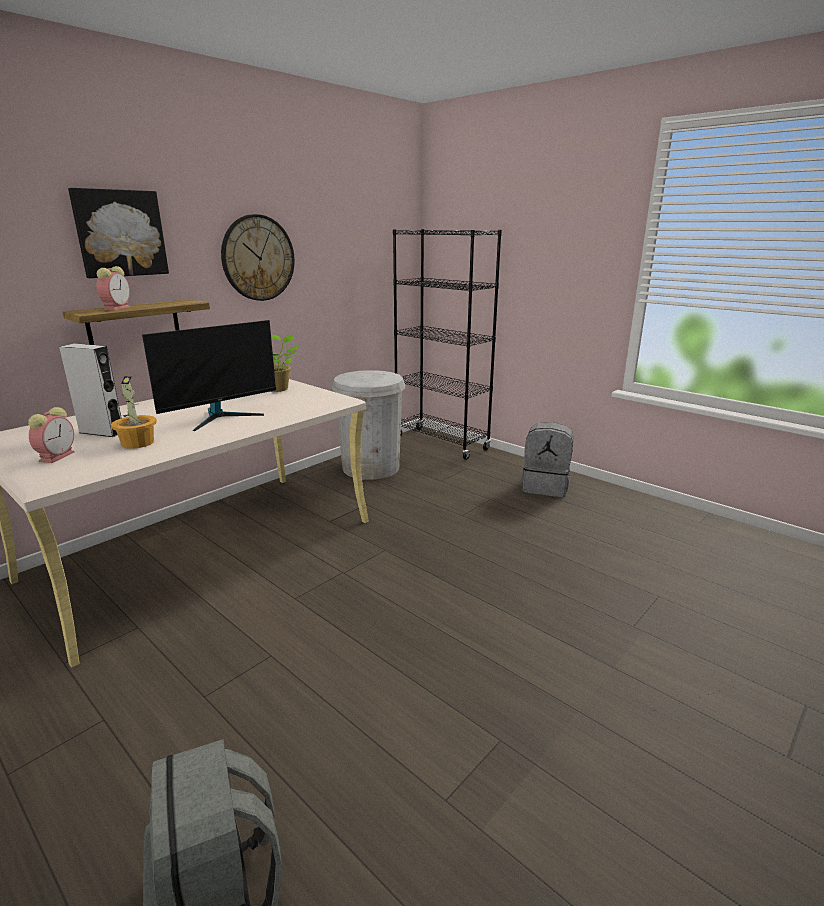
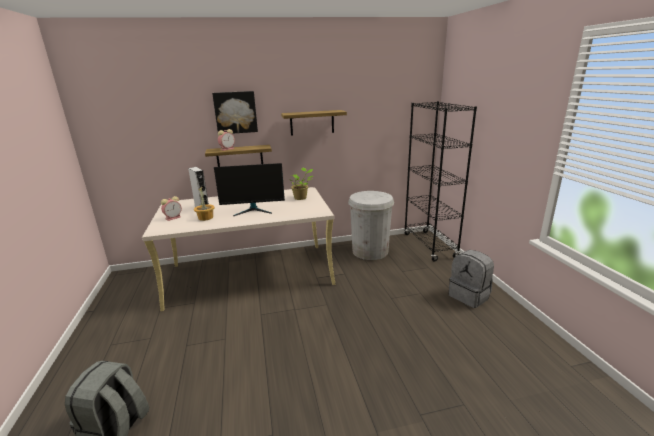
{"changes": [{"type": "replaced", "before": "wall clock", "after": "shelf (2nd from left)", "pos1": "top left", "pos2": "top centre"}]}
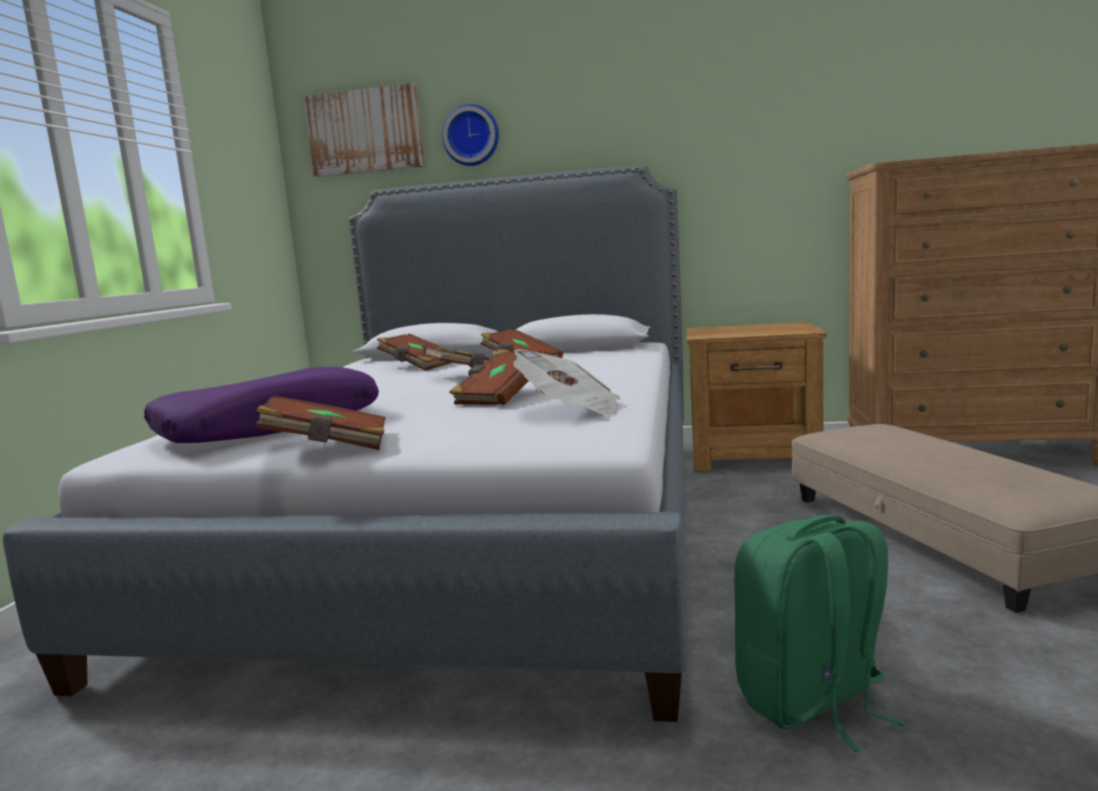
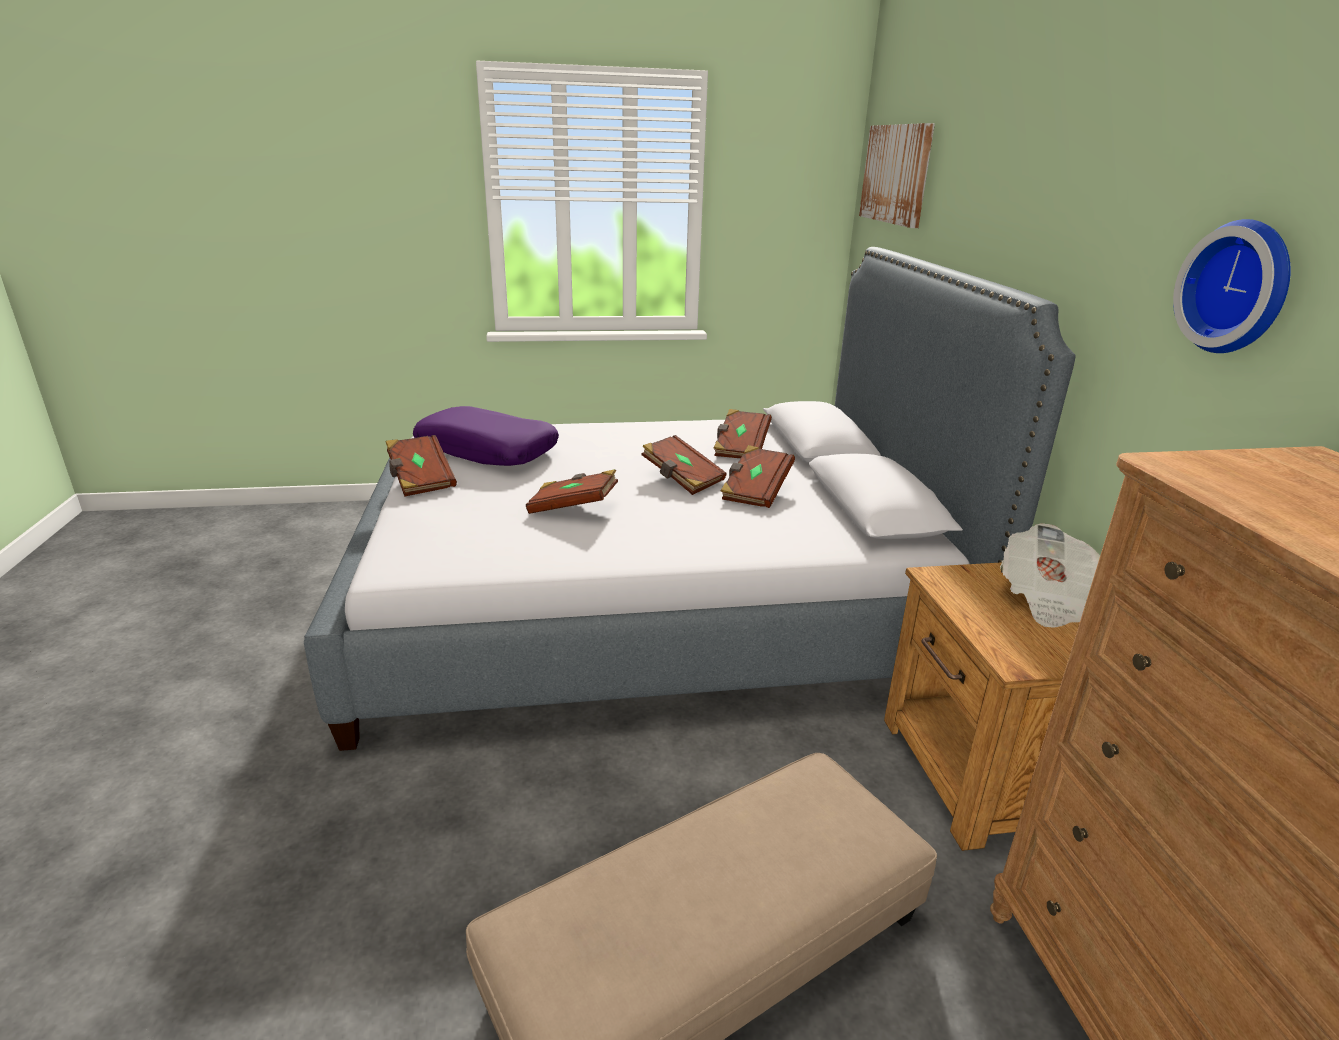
{"changes": [{"type": "moved", "before": "newspaper", "pos1": "centre", "pos2": "middle right"}, {"type": "moved", "before": "wall clock", "pos1": "top centre", "pos2": "top right"}, {"type": "removed", "before": "backpack (green)", "pos1": "bottom right"}]}
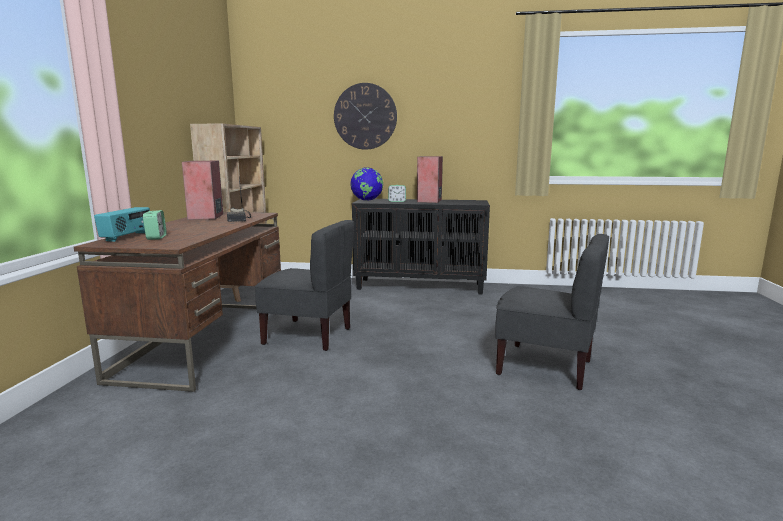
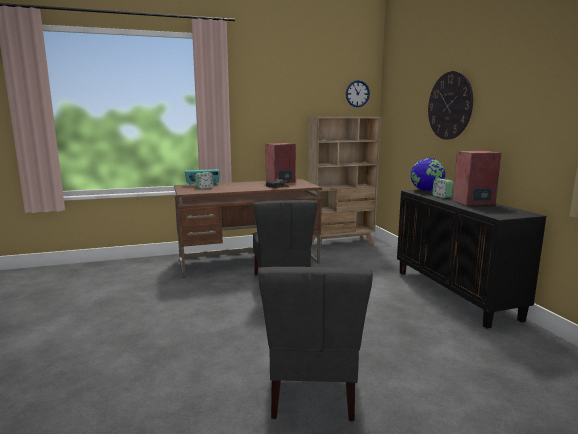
{"changes": [{"type": "added", "after": "wall clock (1st from left)", "pos2": "top centre"}]}
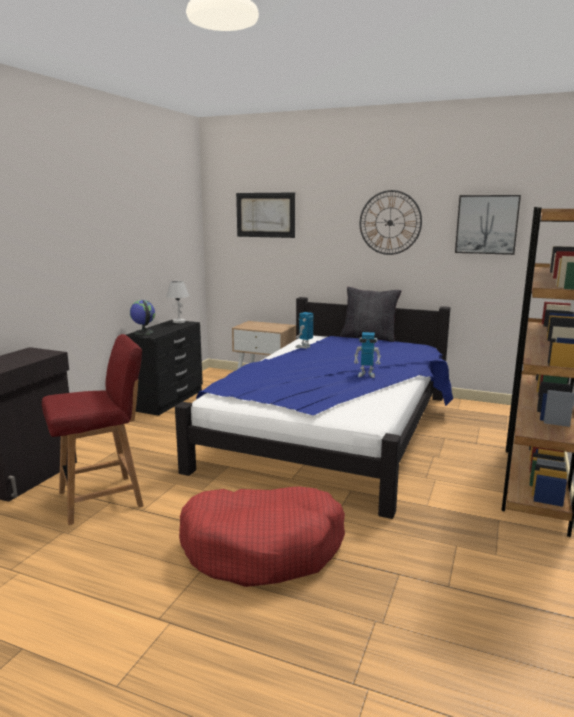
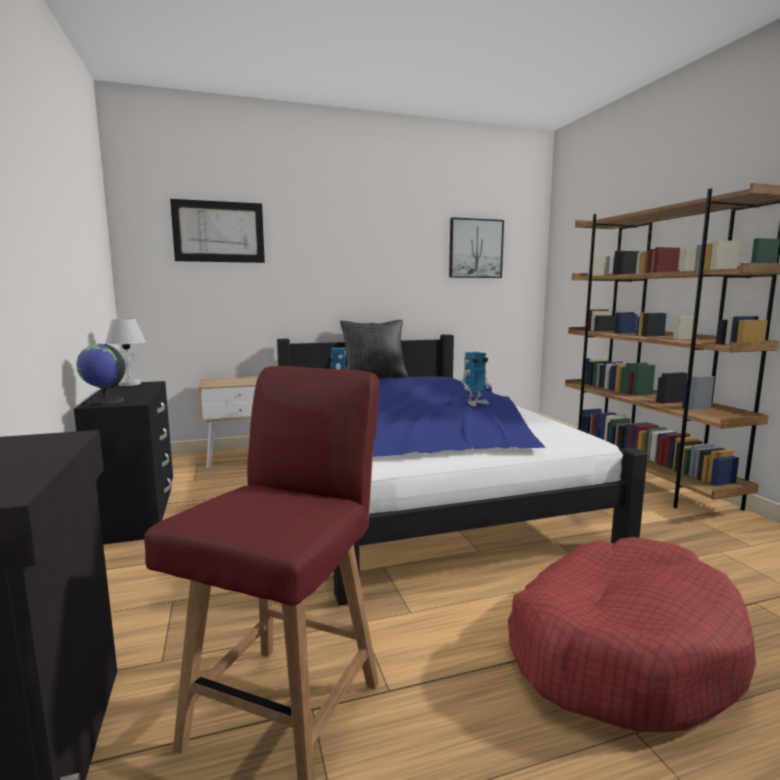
{"changes": [{"type": "removed", "before": "wall clock", "pos1": "top right"}]}
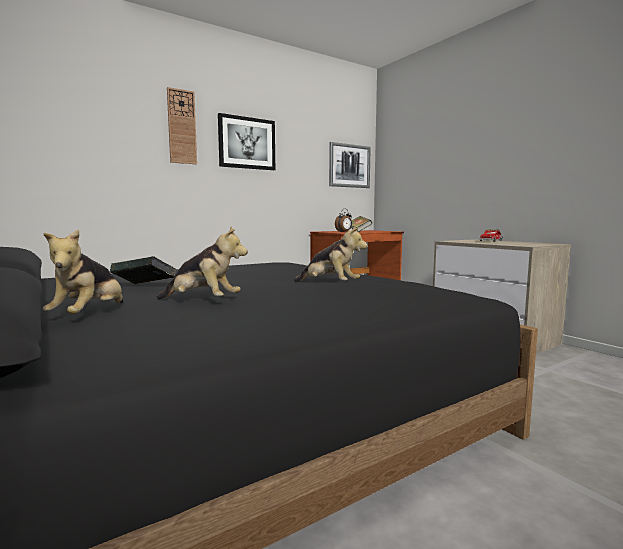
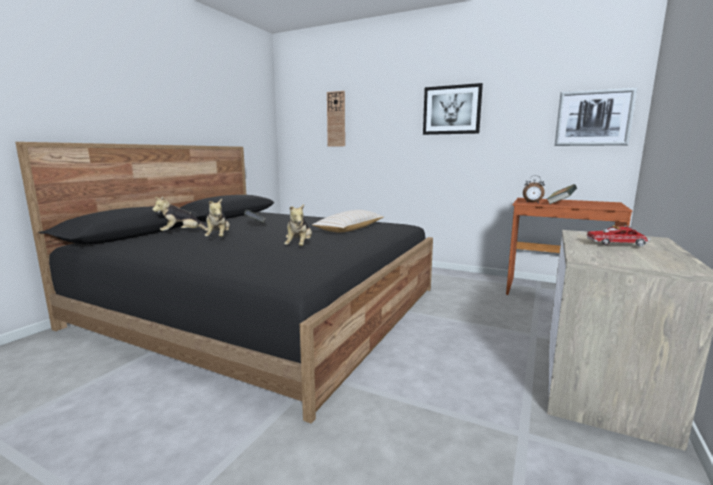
{"changes": [{"type": "added", "after": "pillow (beige)", "pos2": "centre"}, {"type": "moved", "before": "wall clock", "pos1": "top left", "pos2": "top centre"}]}
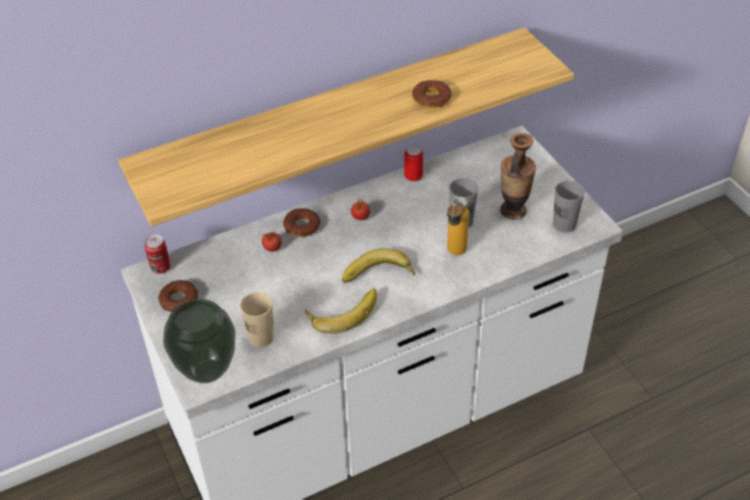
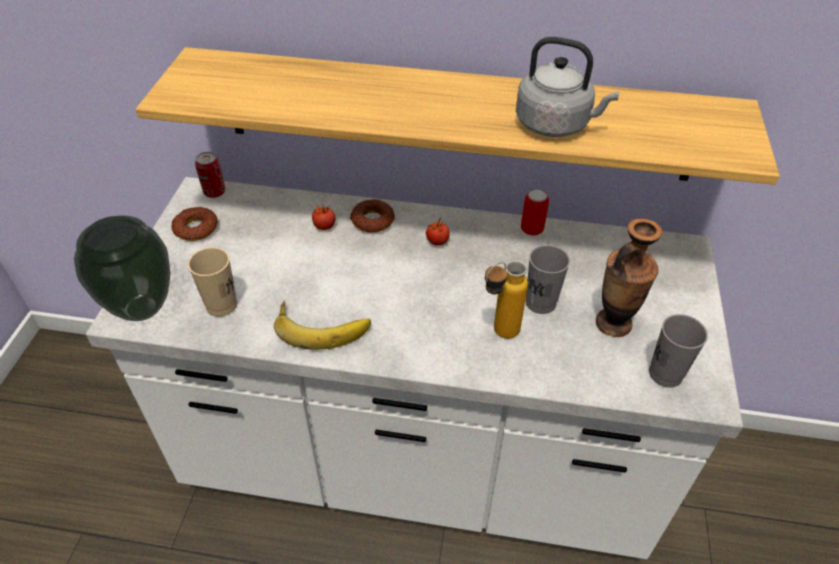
{"changes": [{"type": "replaced", "before": "donut (3rd from left)", "after": "kettle (grey)", "pos1": "top centre", "pos2": "top right"}, {"type": "removed", "before": "banana (2nd from left)", "pos1": "centre"}]}
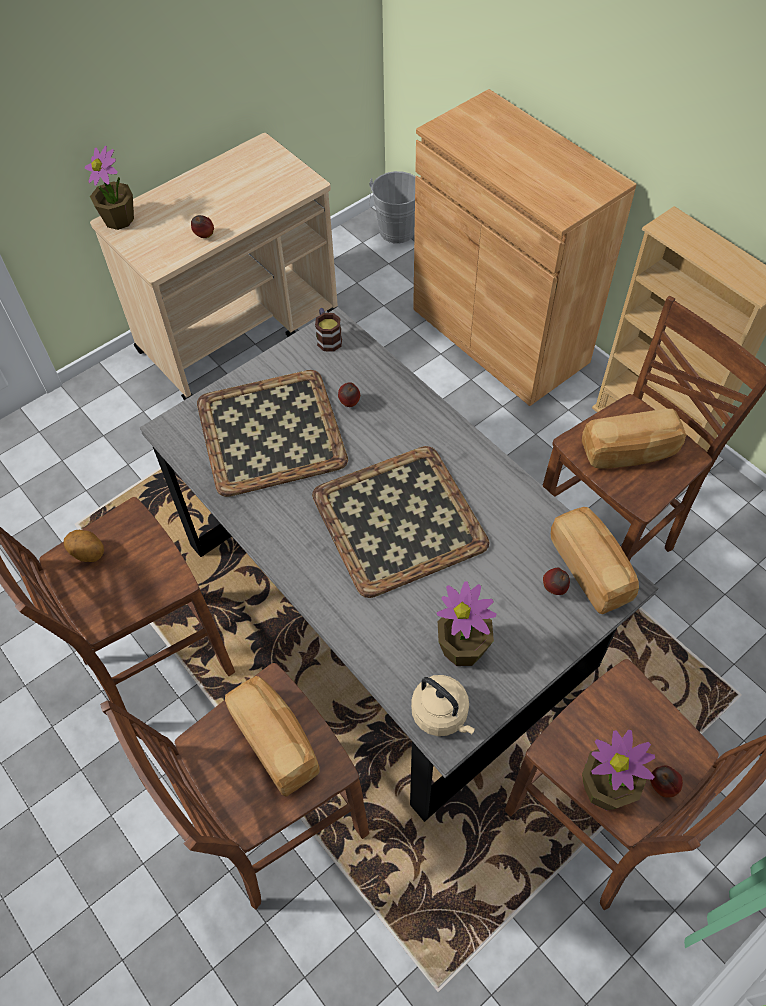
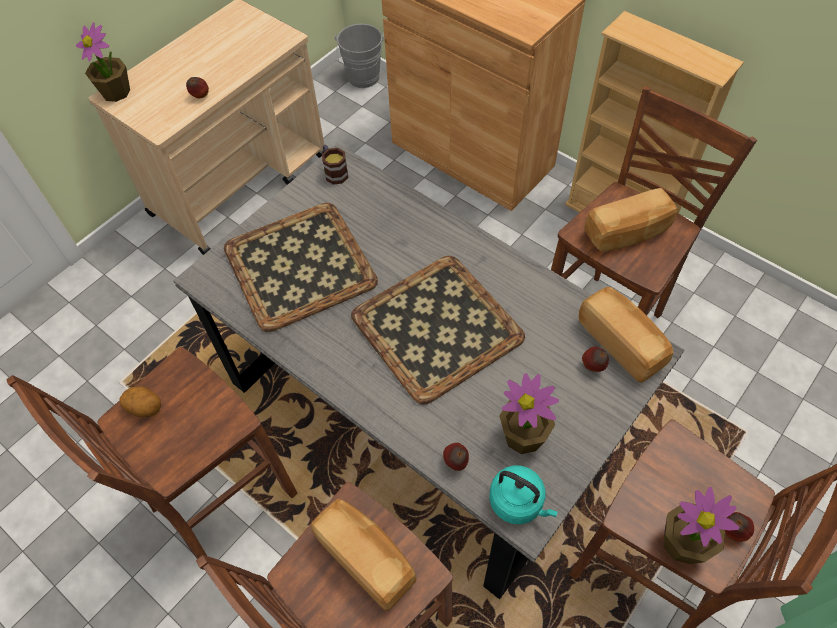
{"changes": [{"type": "moved", "before": "apple (2nd from left)", "pos1": "centre", "pos2": "bottom centre"}, {"type": "recoloured", "before": "kettle (beige)", "after": "kettle (turquoise)", "pos1": "bottom centre", "pos2": "bottom centre"}]}
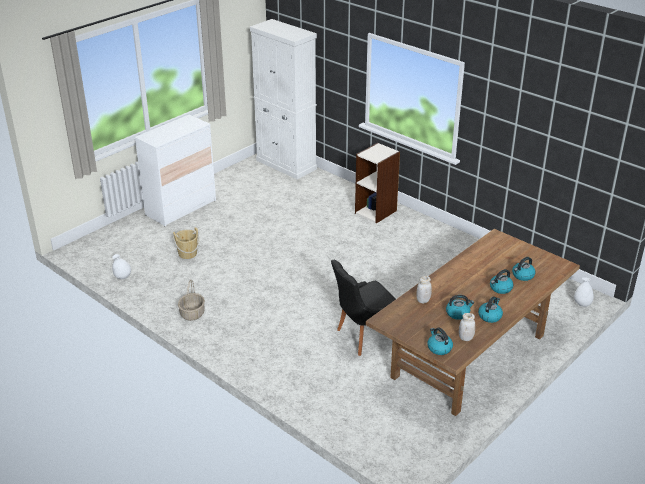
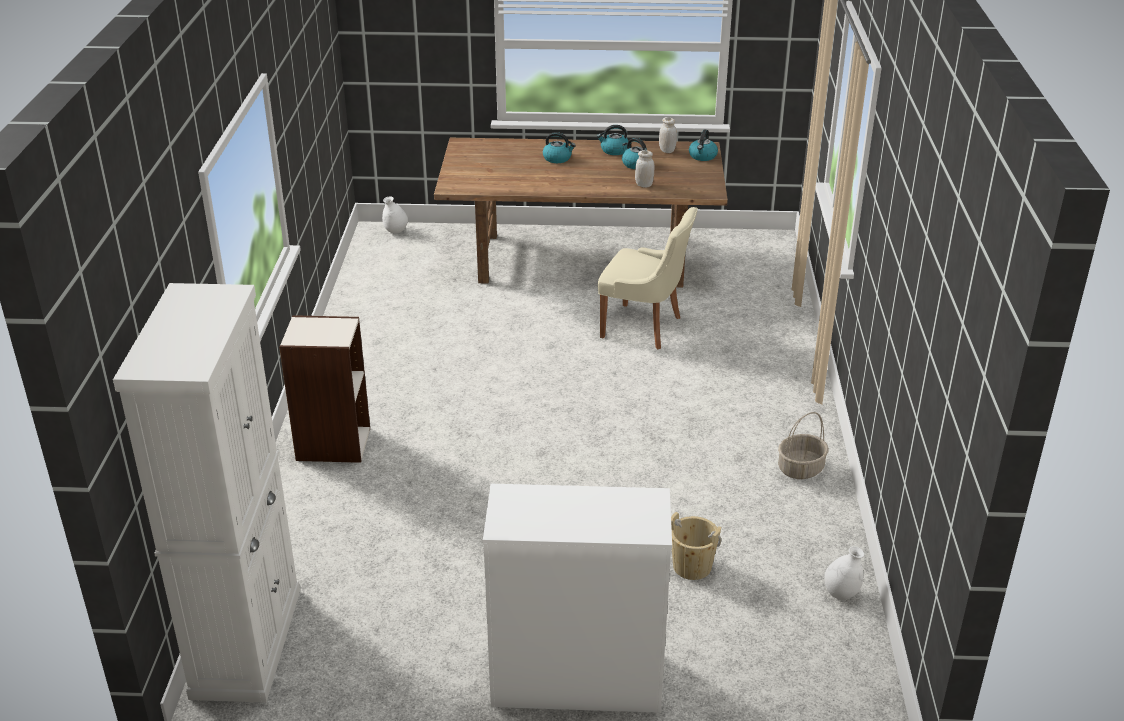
{"changes": [{"type": "recoloured", "before": "chair (black)", "after": "chair (beige)", "pos1": "centre", "pos2": "centre"}, {"type": "removed", "before": "kettle (5th from left)", "pos1": "middle right"}]}
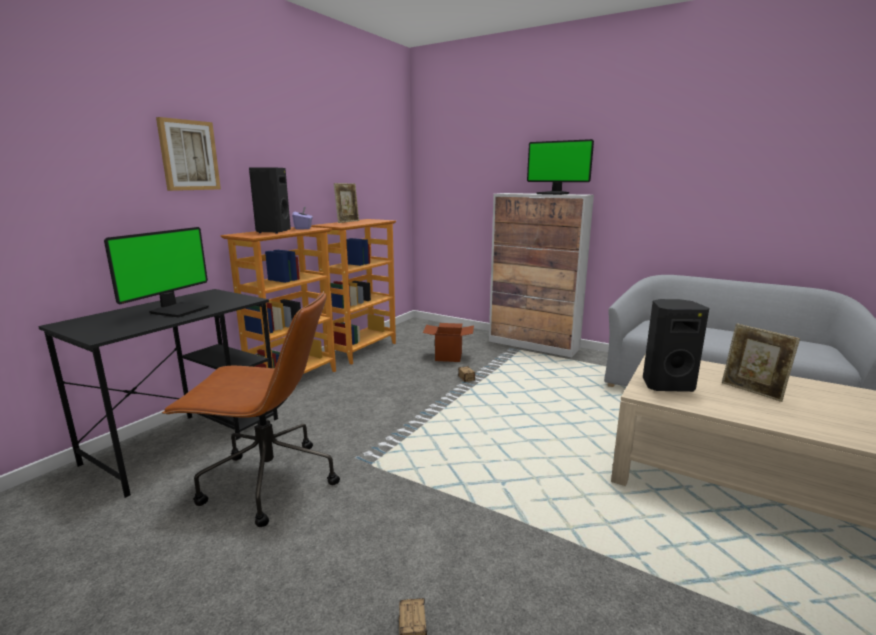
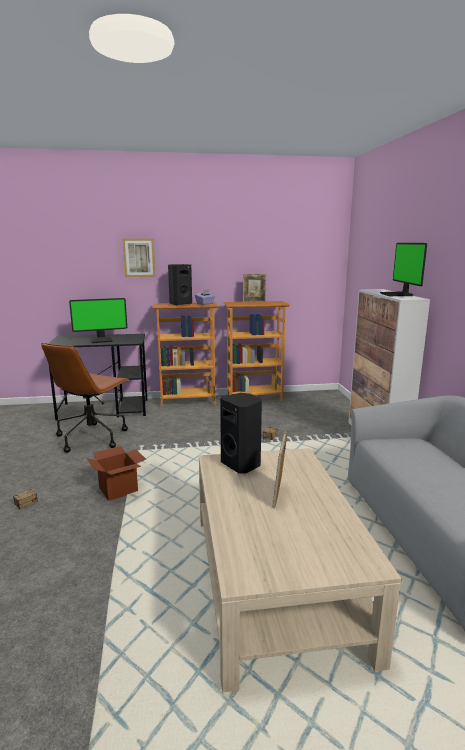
{"changes": [{"type": "turned", "before": "office chair (brown)", "pos1": "middle left", "pos2": "middle left", "turn": 60}, {"type": "moved", "before": "cardboard box", "pos1": "centre", "pos2": "middle left"}]}
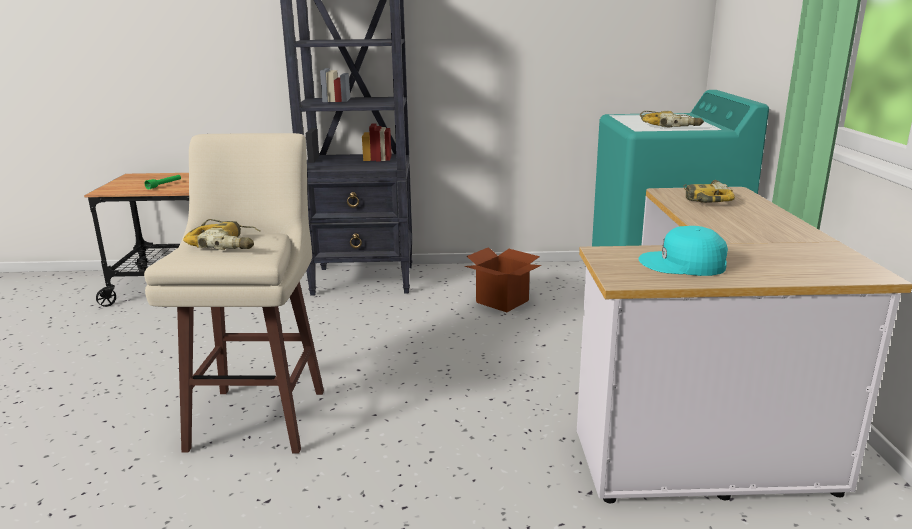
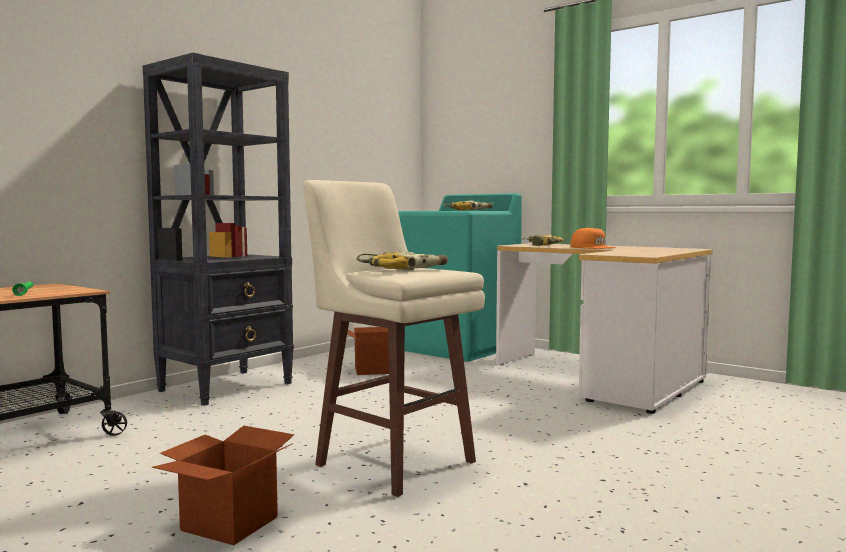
{"changes": [{"type": "added", "after": "cardboard box (1st from left)", "pos2": "bottom left"}, {"type": "added", "after": "cap (orange)", "pos2": "middle right"}, {"type": "removed", "before": "cap (turquoise)", "pos1": "middle right"}]}
